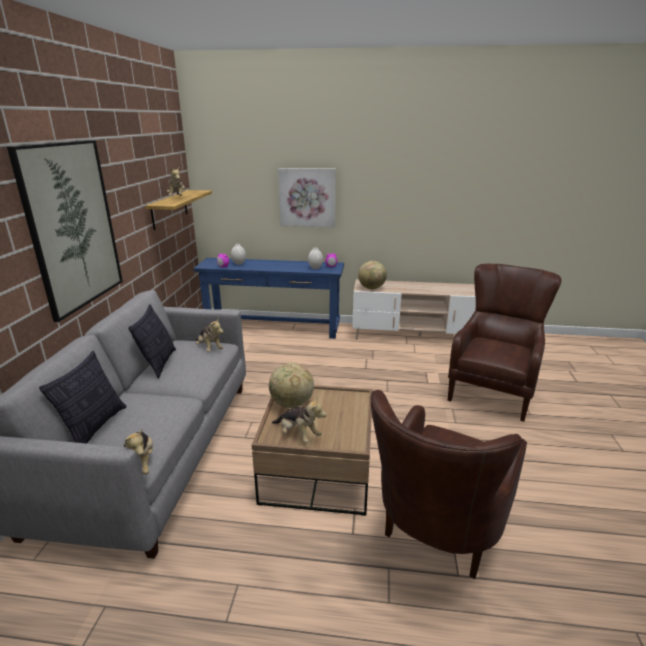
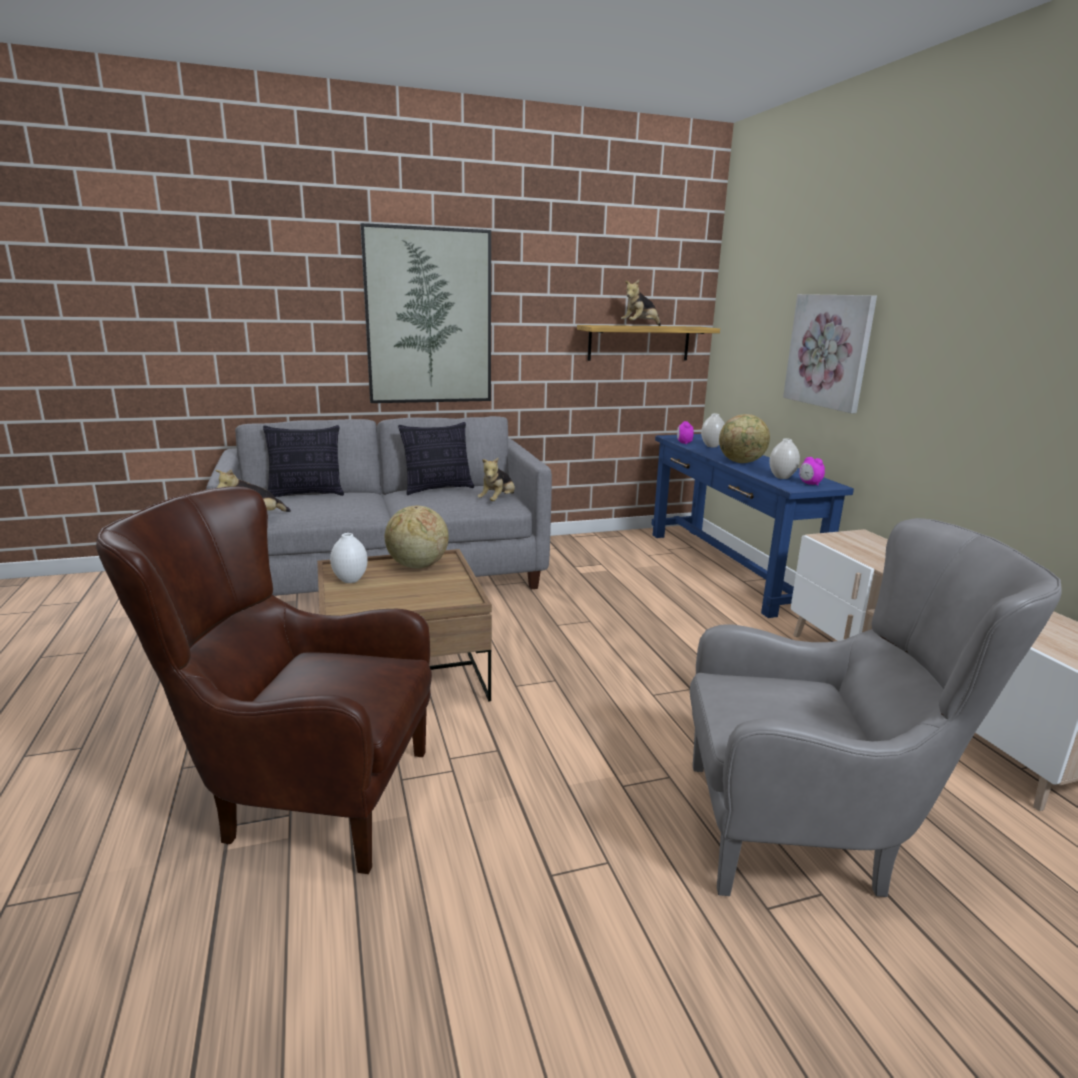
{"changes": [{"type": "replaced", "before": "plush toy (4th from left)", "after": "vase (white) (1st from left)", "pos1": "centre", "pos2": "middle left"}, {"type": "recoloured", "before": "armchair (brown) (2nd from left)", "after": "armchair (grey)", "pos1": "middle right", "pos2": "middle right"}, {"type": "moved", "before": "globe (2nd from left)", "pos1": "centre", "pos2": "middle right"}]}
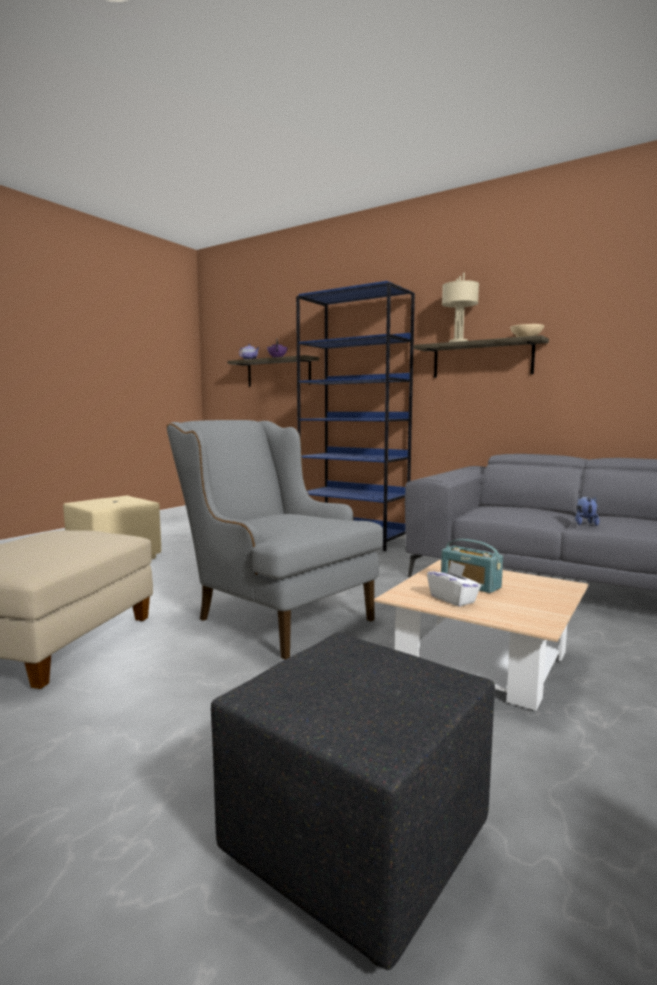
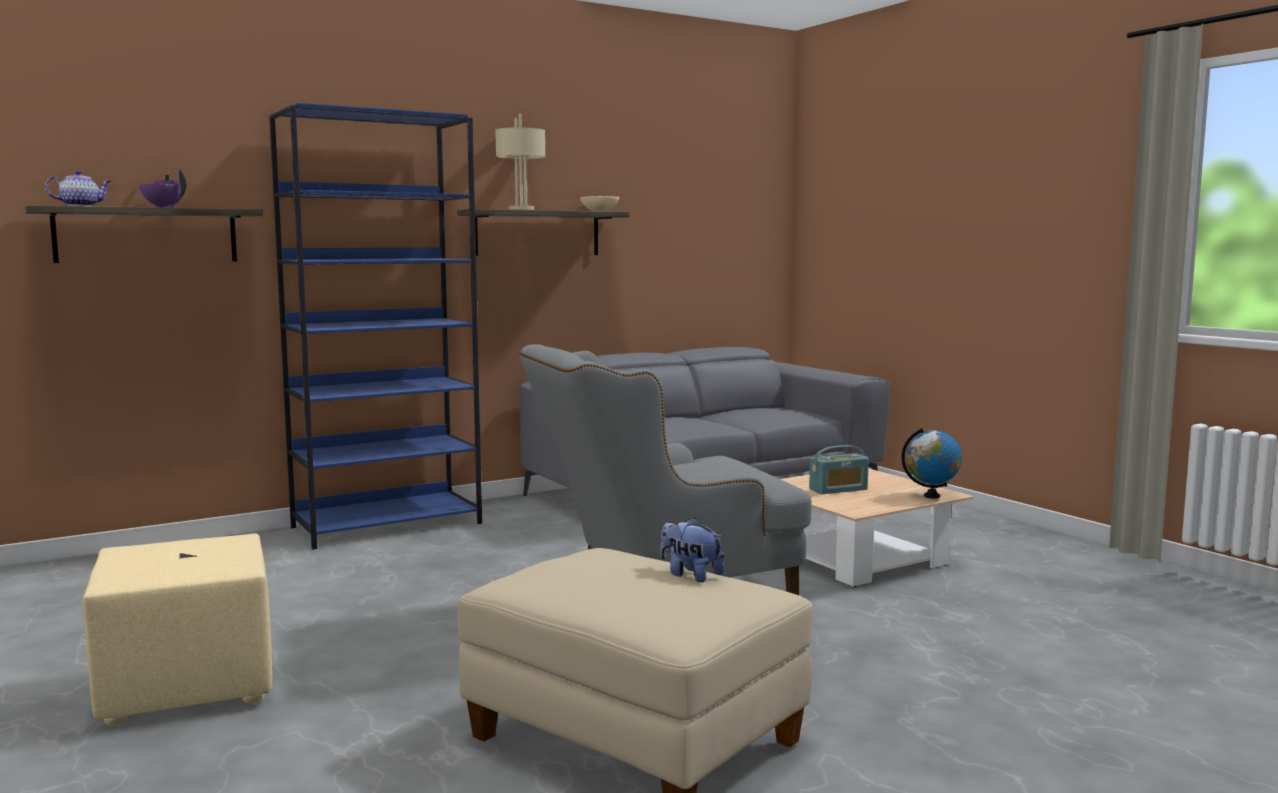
{"changes": [{"type": "moved", "before": "plush toy", "pos1": "middle right", "pos2": "bottom centre"}, {"type": "added", "after": "globe", "pos2": "middle right"}, {"type": "removed", "before": "ottoman (black)", "pos1": "bottom centre"}, {"type": "removed", "before": "tissue box (white)", "pos1": "middle right"}]}
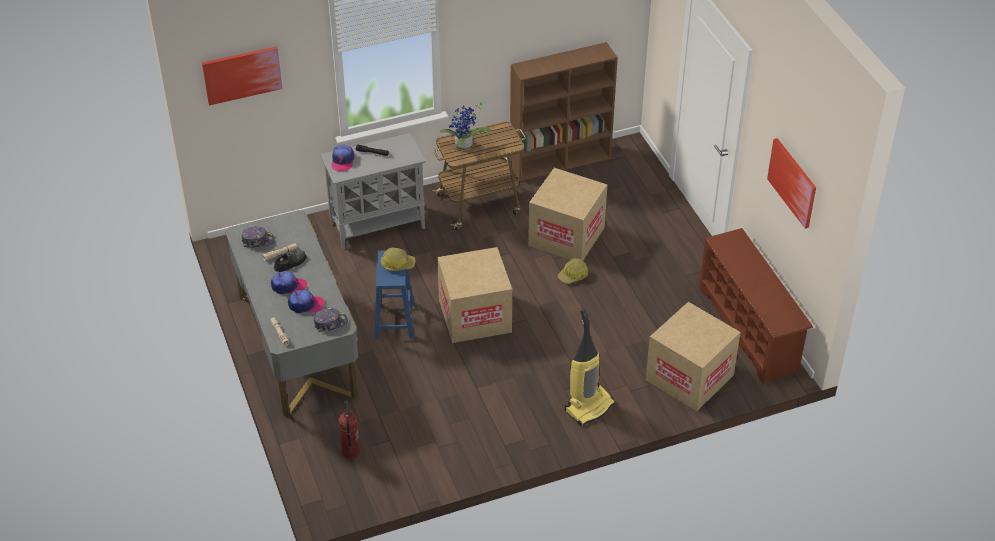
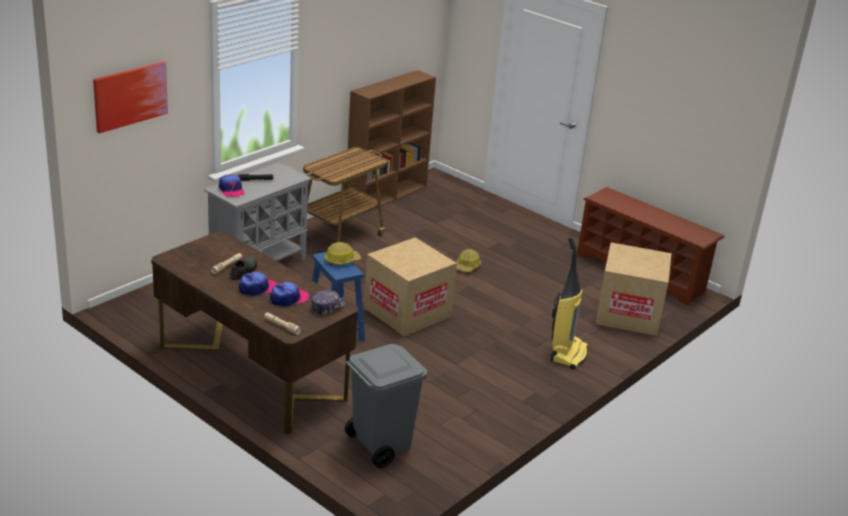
{"changes": [{"type": "recoloured", "before": "desk (grey)", "after": "desk (brown)", "pos1": "middle left", "pos2": "middle left"}, {"type": "replaced", "before": "fire extinguisher", "after": "trash can (grey)", "pos1": "bottom centre", "pos2": "bottom centre"}, {"type": "removed", "before": "cap (1st from left)", "pos1": "middle left"}, {"type": "removed", "before": "potted plant", "pos1": "top centre"}, {"type": "removed", "before": "cardboard box (2nd from left)", "pos1": "centre"}, {"type": "removed", "before": "picture (2nd from left)", "pos1": "middle right"}]}
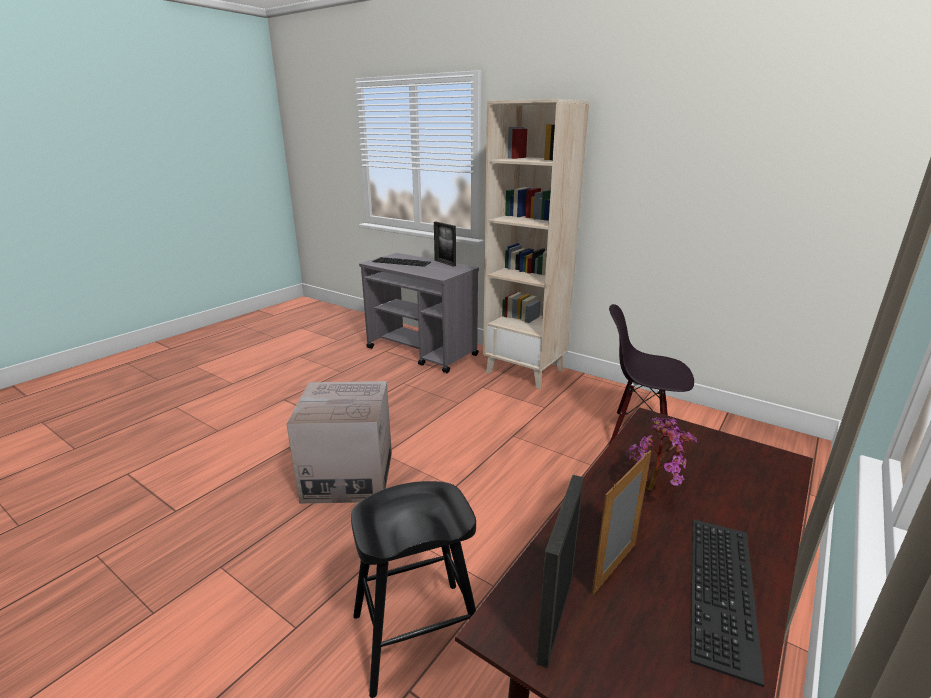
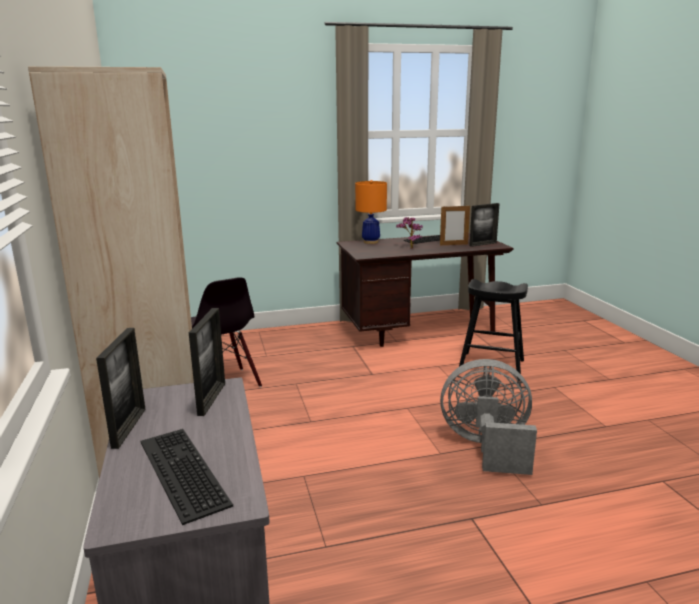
{"changes": [{"type": "added", "after": "picture frame (2nd from left)", "pos2": "middle left"}, {"type": "added", "after": "table lamp (orange)", "pos2": "centre"}, {"type": "replaced", "before": "cardboard box", "after": "fan (grey)", "pos1": "centre", "pos2": "bottom right"}]}
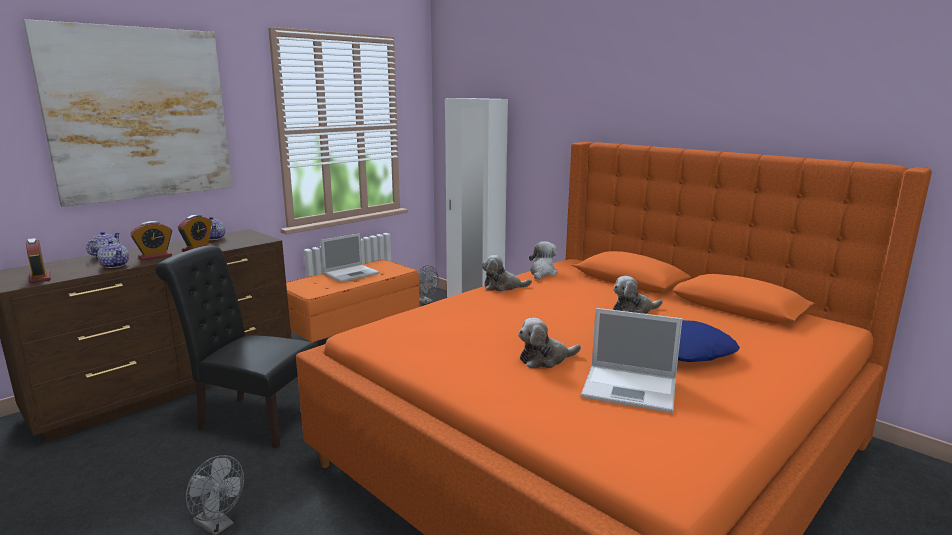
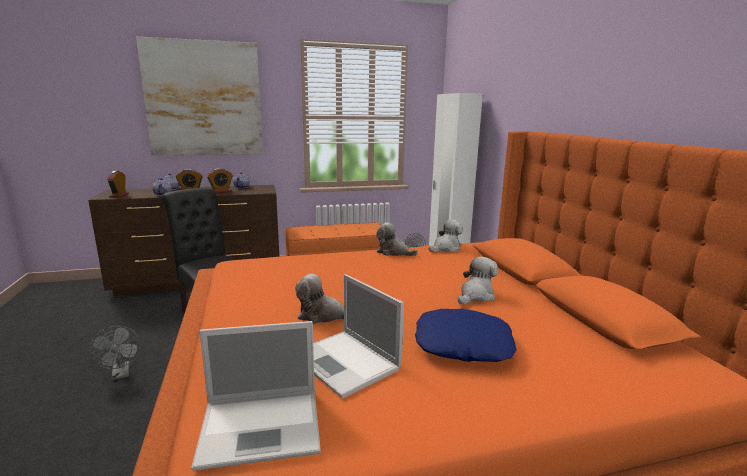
{"changes": [{"type": "moved", "before": "laptop (1st from left)", "pos1": "centre", "pos2": "bottom centre"}, {"type": "turned", "before": "plush toy (4th from left)", "pos1": "middle right", "pos2": "centre", "turn": 120}]}
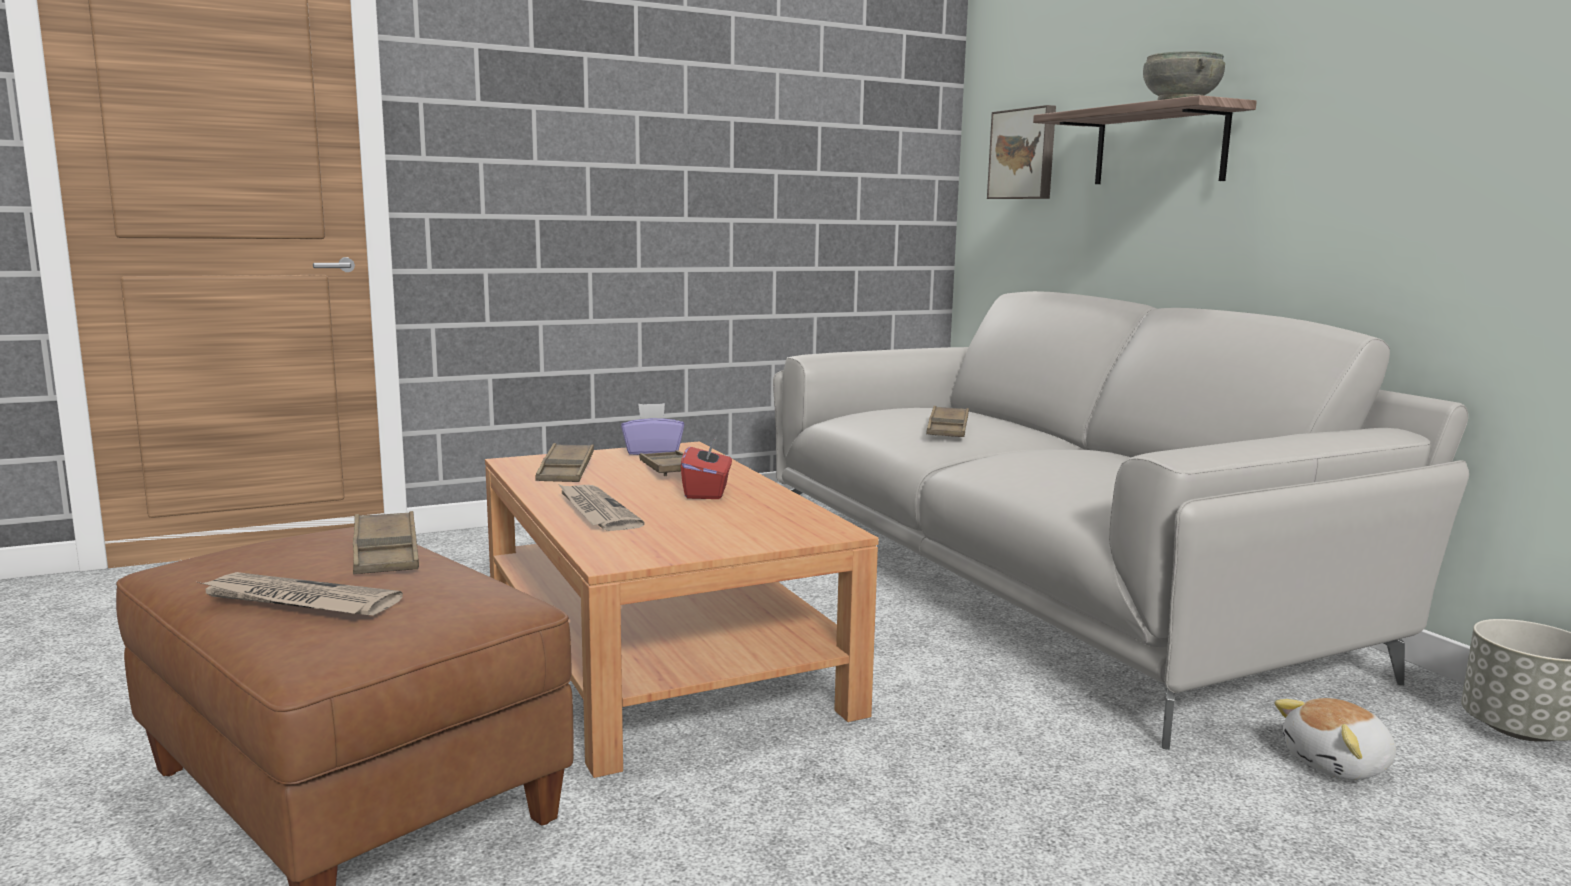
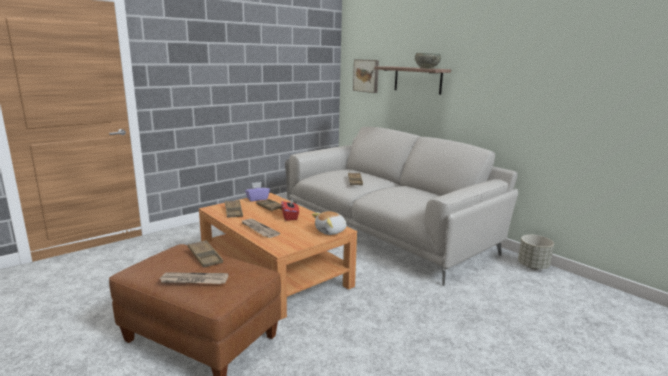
{"changes": [{"type": "moved", "before": "plush toy", "pos1": "bottom right", "pos2": "centre"}]}
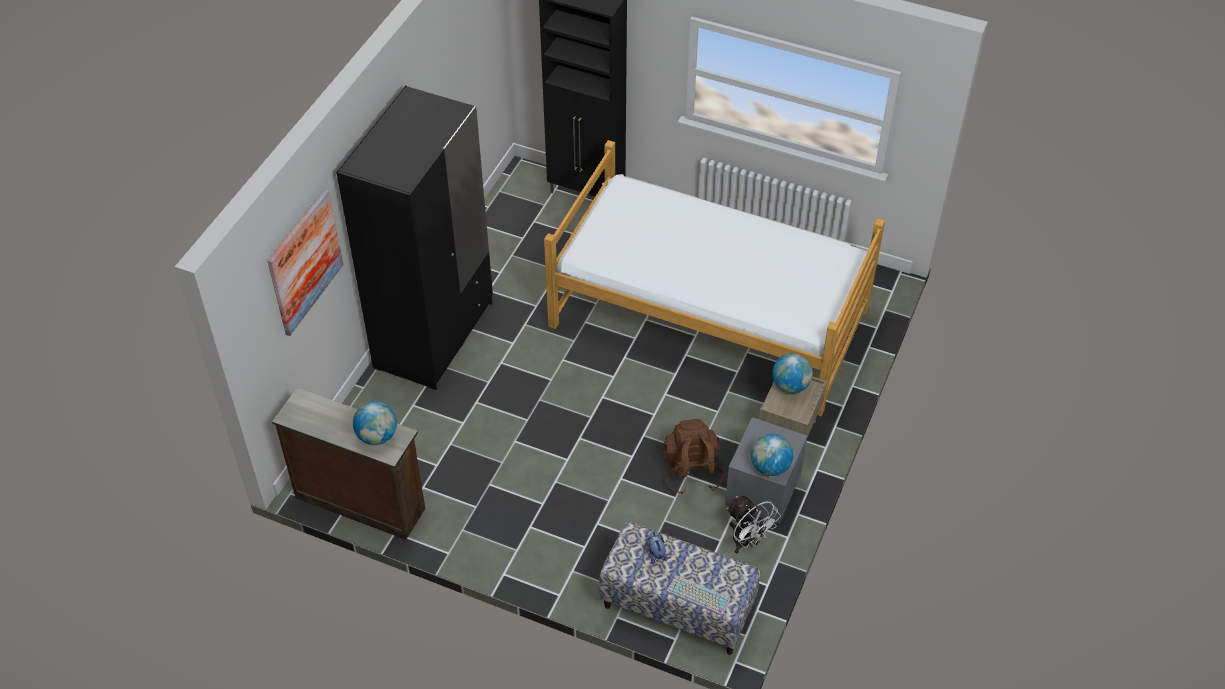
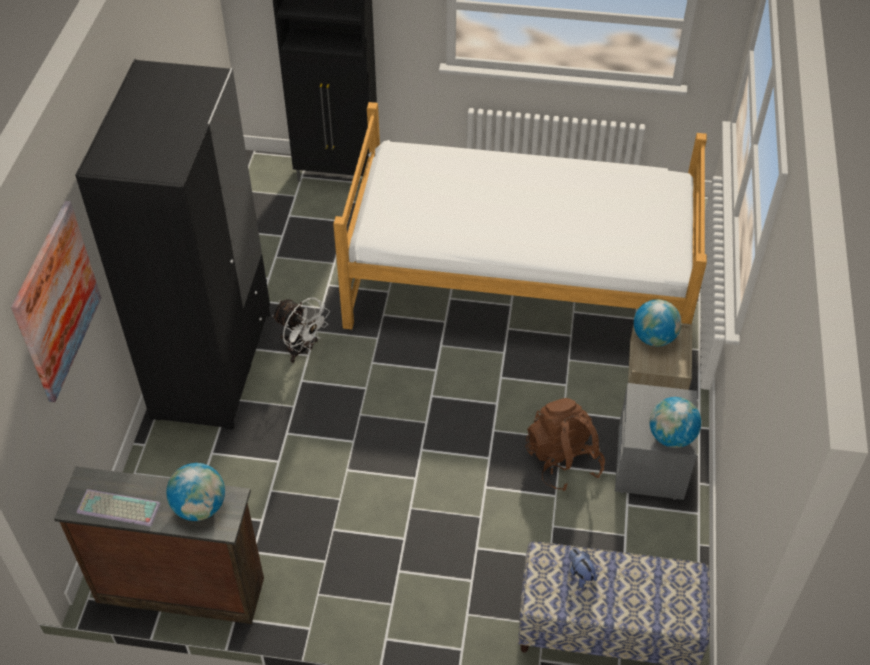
{"changes": [{"type": "moved", "before": "keyboard", "pos1": "bottom centre", "pos2": "bottom left"}, {"type": "moved", "before": "fan (white)", "pos1": "bottom centre", "pos2": "centre"}]}
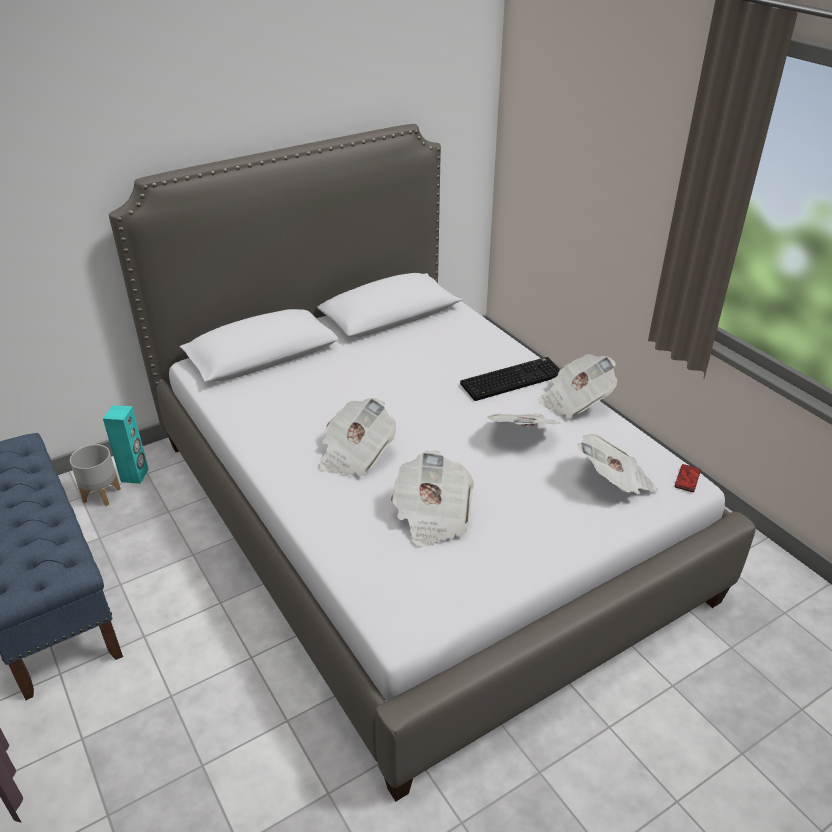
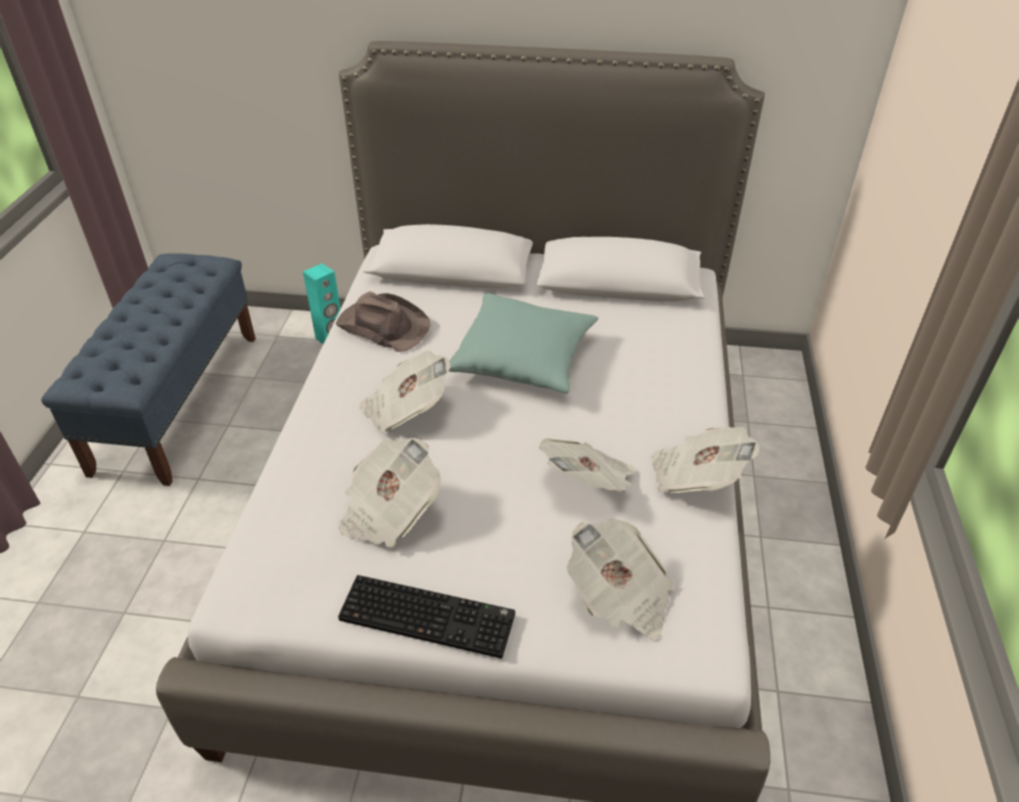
{"changes": [{"type": "added", "after": "hat (brown)", "pos2": "centre"}, {"type": "moved", "before": "keyboard", "pos1": "centre", "pos2": "bottom centre"}, {"type": "added", "after": "pillow (turquoise)", "pos2": "centre"}, {"type": "removed", "before": "planter (grey)", "pos1": "middle left"}, {"type": "removed", "before": "phone", "pos1": "middle right"}]}
